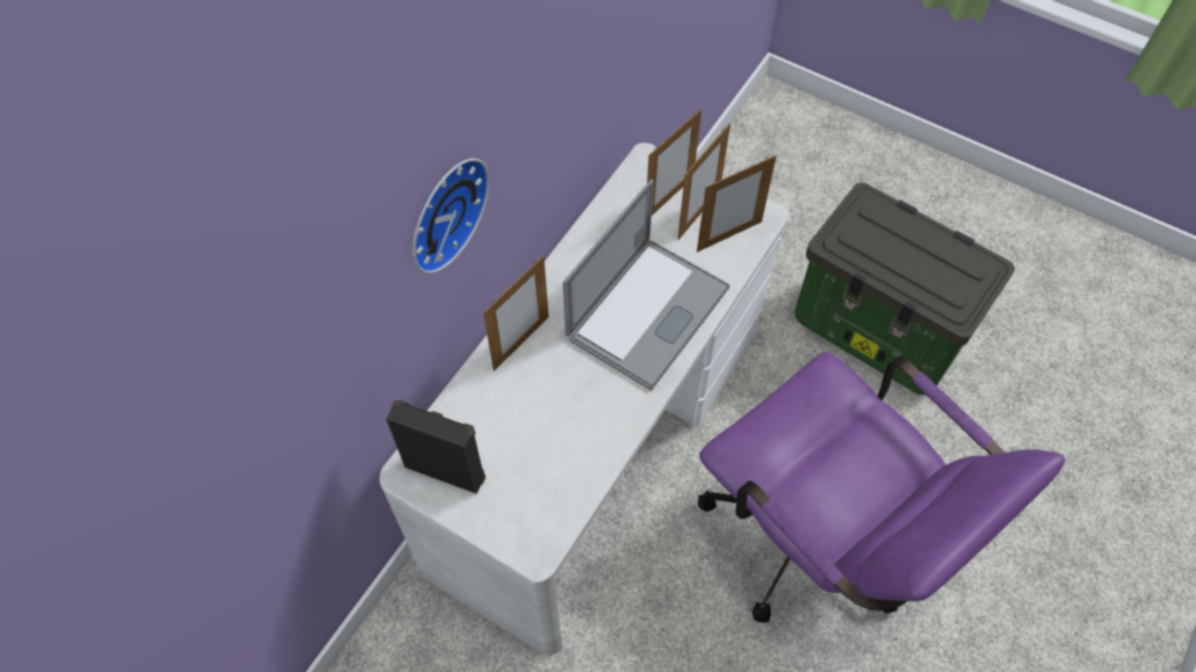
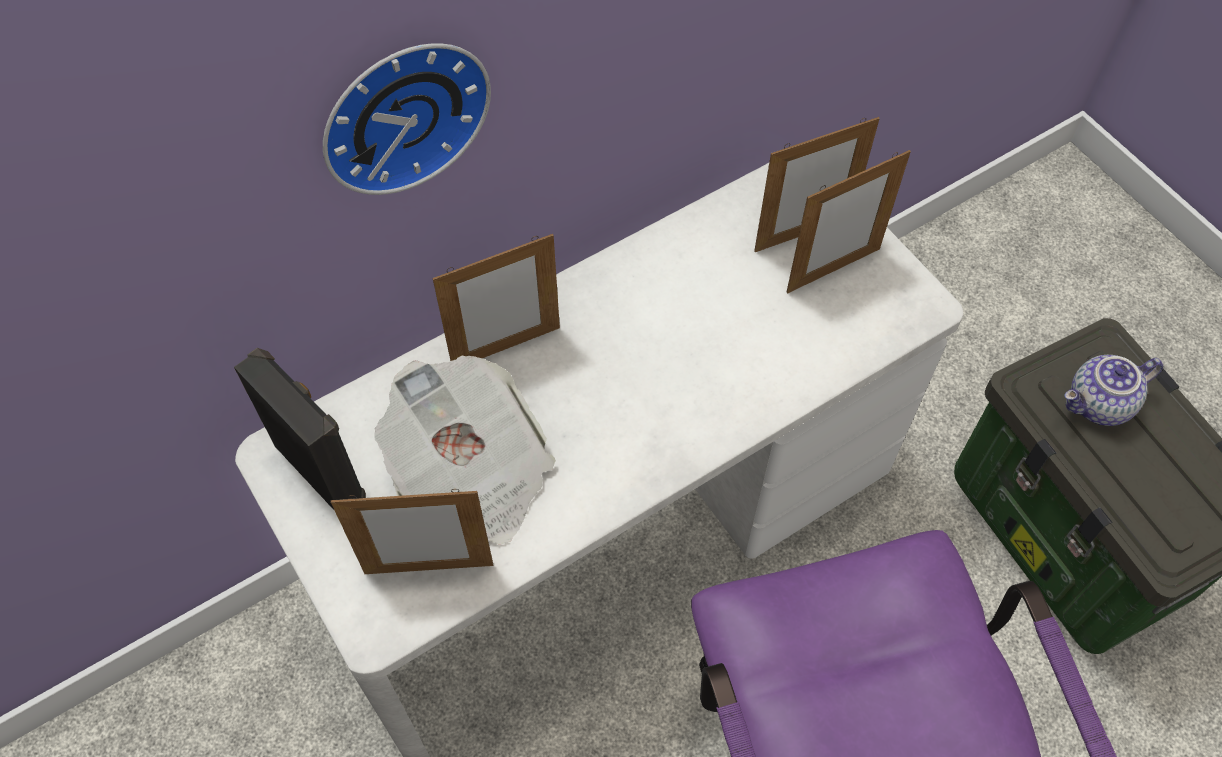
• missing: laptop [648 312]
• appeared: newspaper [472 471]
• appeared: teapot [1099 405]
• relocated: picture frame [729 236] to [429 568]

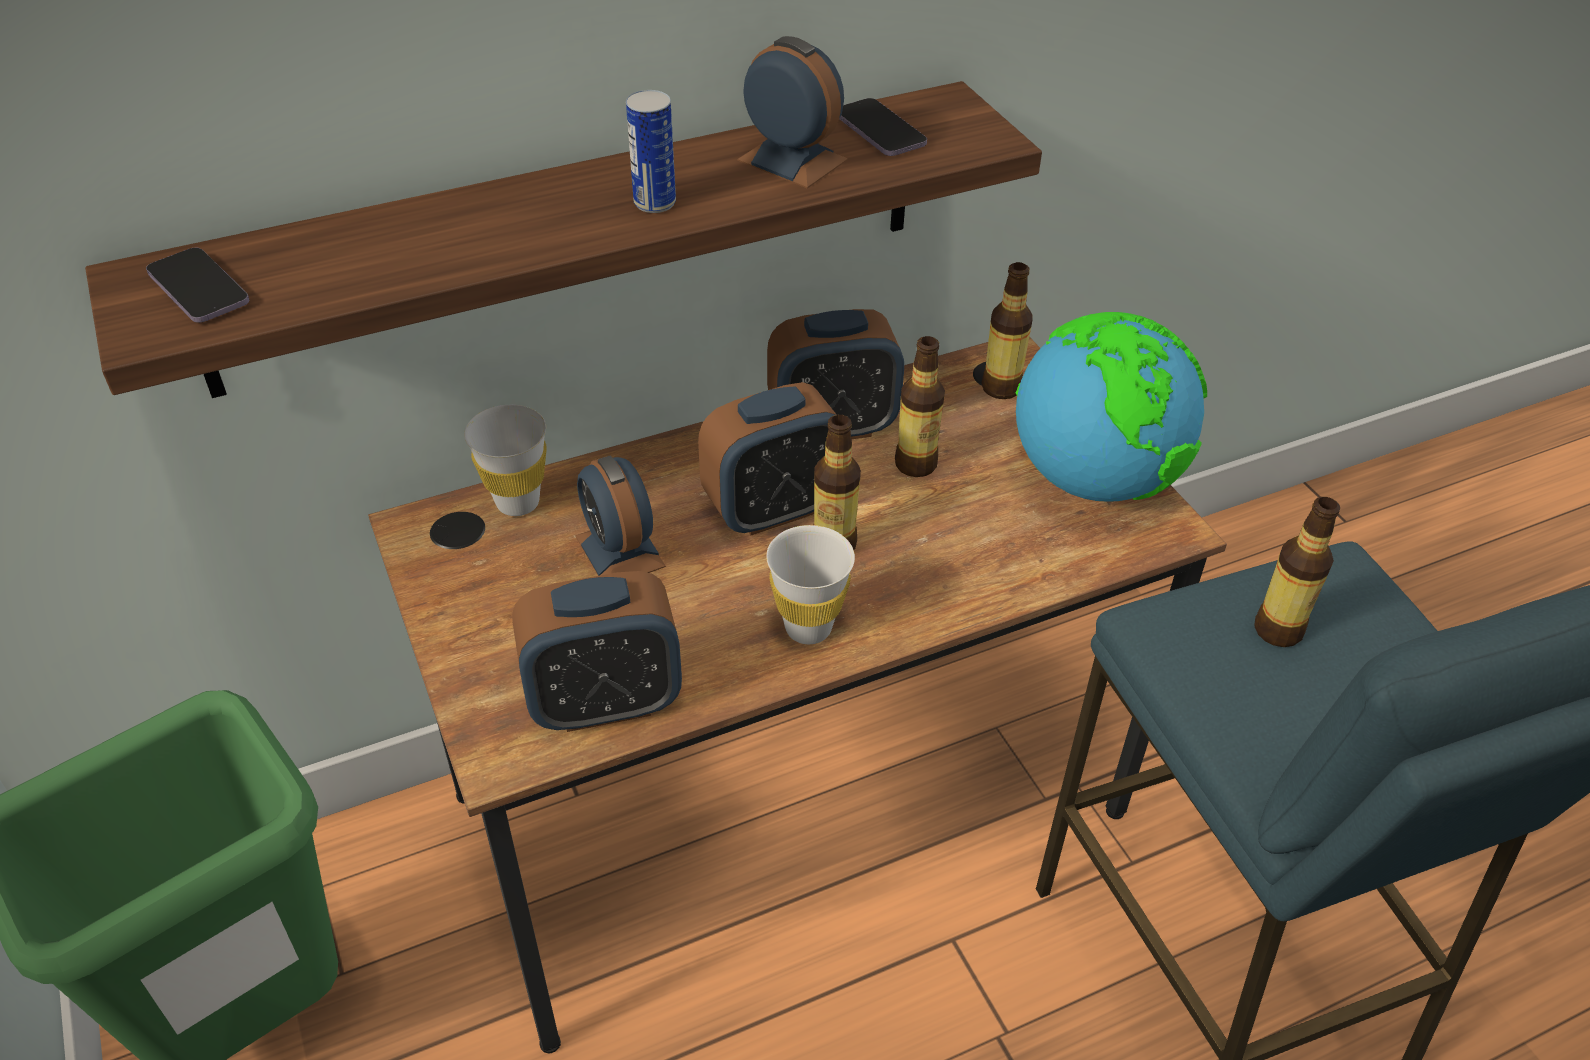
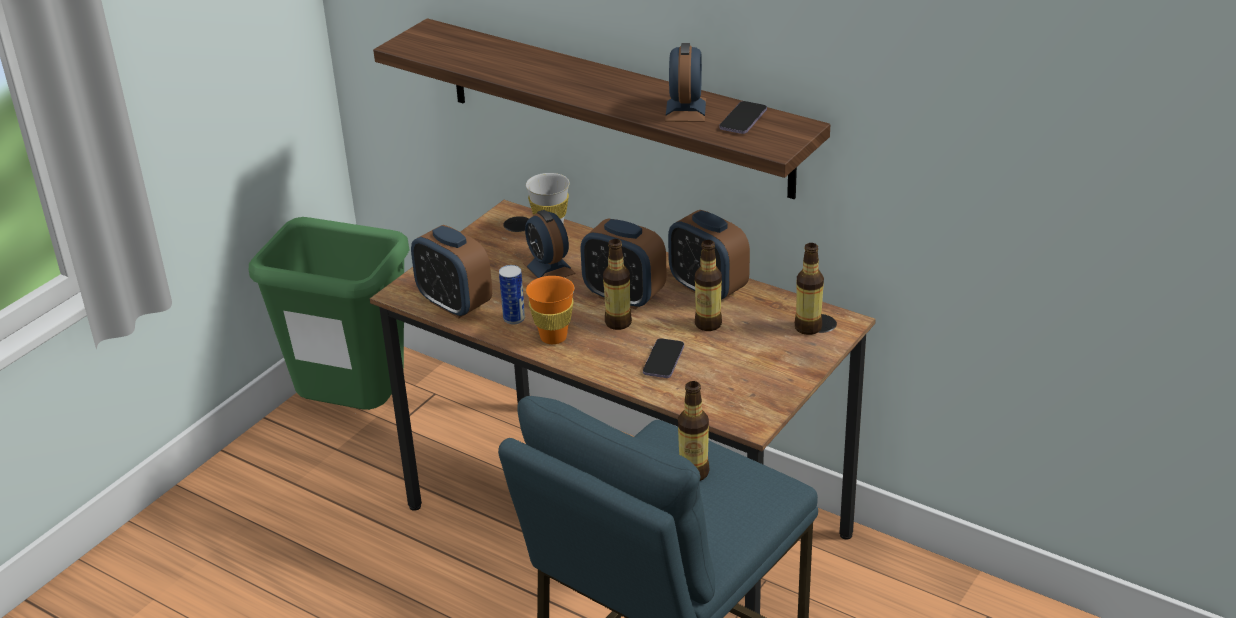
• missing: globe [1093 479]
• relocated: phone [199 289] to [663 360]
• relocated: can [655 203] to [514 318]
• colour: white cup [808 628] to orange cup [553 337]
• spun: alarm clock [620 551] = [549 268] 60 degrees counterclockwise

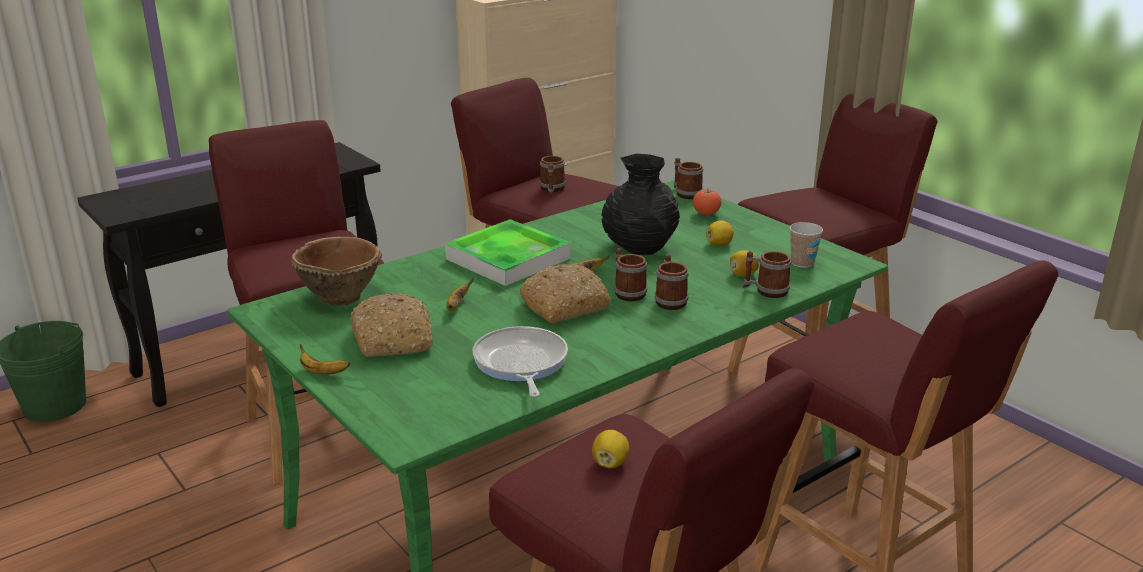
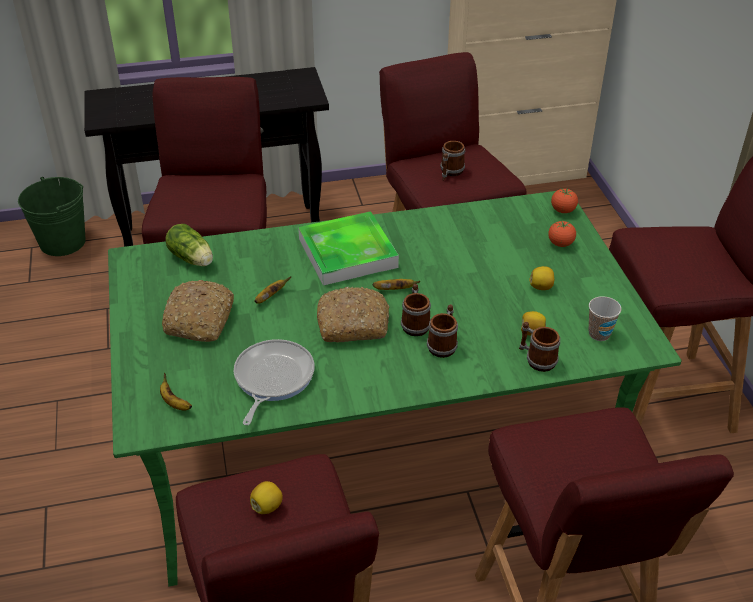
• missing: black vase [639 246]
• relocated: banana [322 372] to [174 403]
• exchanged: brown bowl [340 296] to lettuce [193 259]
• exchanged: mug [685 193] to tomato [563 210]

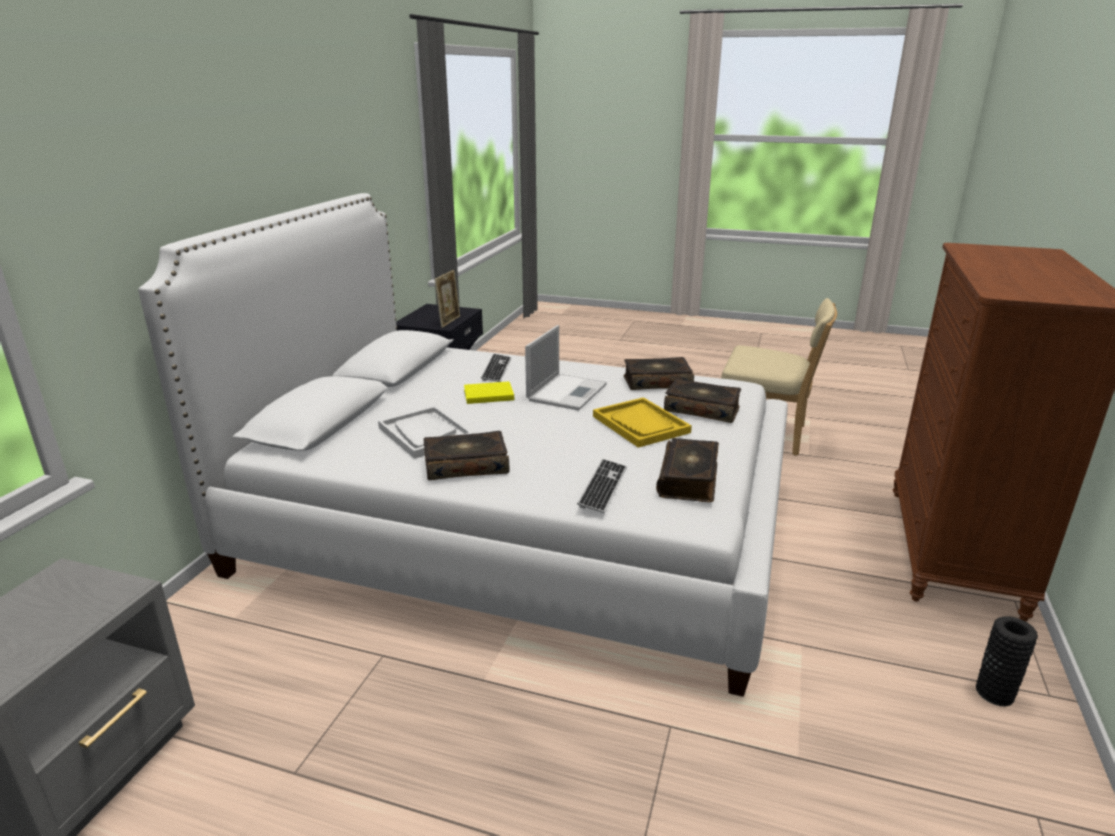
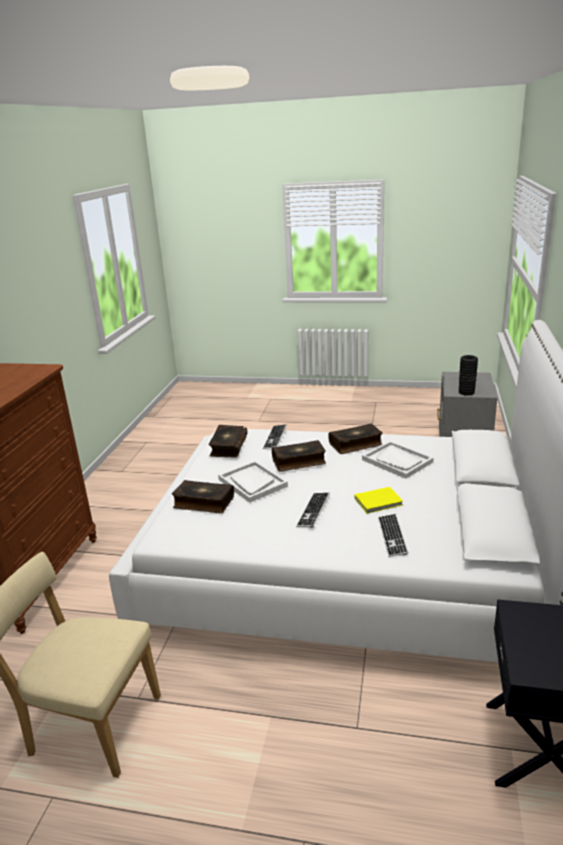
• missing: picture frame [449 321]
• relocated: book [657 382] to [299 461]
• relocated: black vase [994 692] to [466 392]
• exchanged: laptop [567 392] to keyboard [313 511]
• colour: yellow tray [641 424] to white tray [252 483]

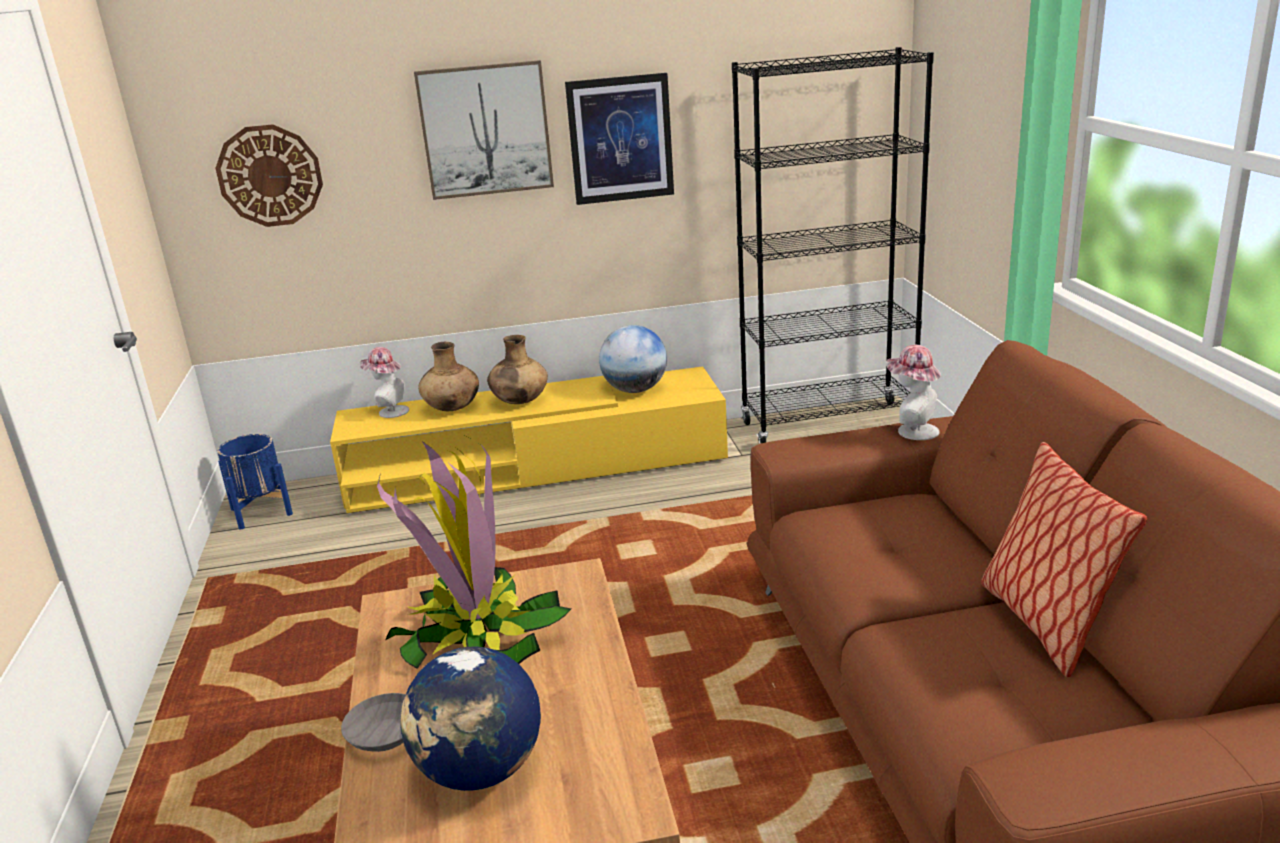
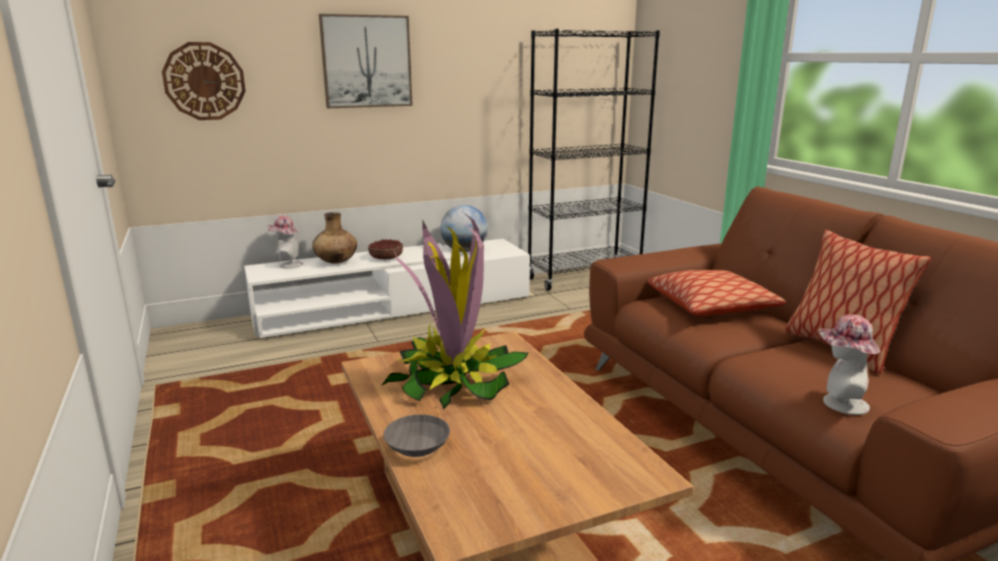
• missing: blue planter [262 511]
• missing: globe [480 771]
• missing: picture [620 139]
• appeared: pillow [711 306]
• relocated: hat [912 430] to [839 403]
• exchanged: brown vase [520 402] to bowl [385 257]
• colour: yellow tv stand [536 468] to white tv stand [394 306]

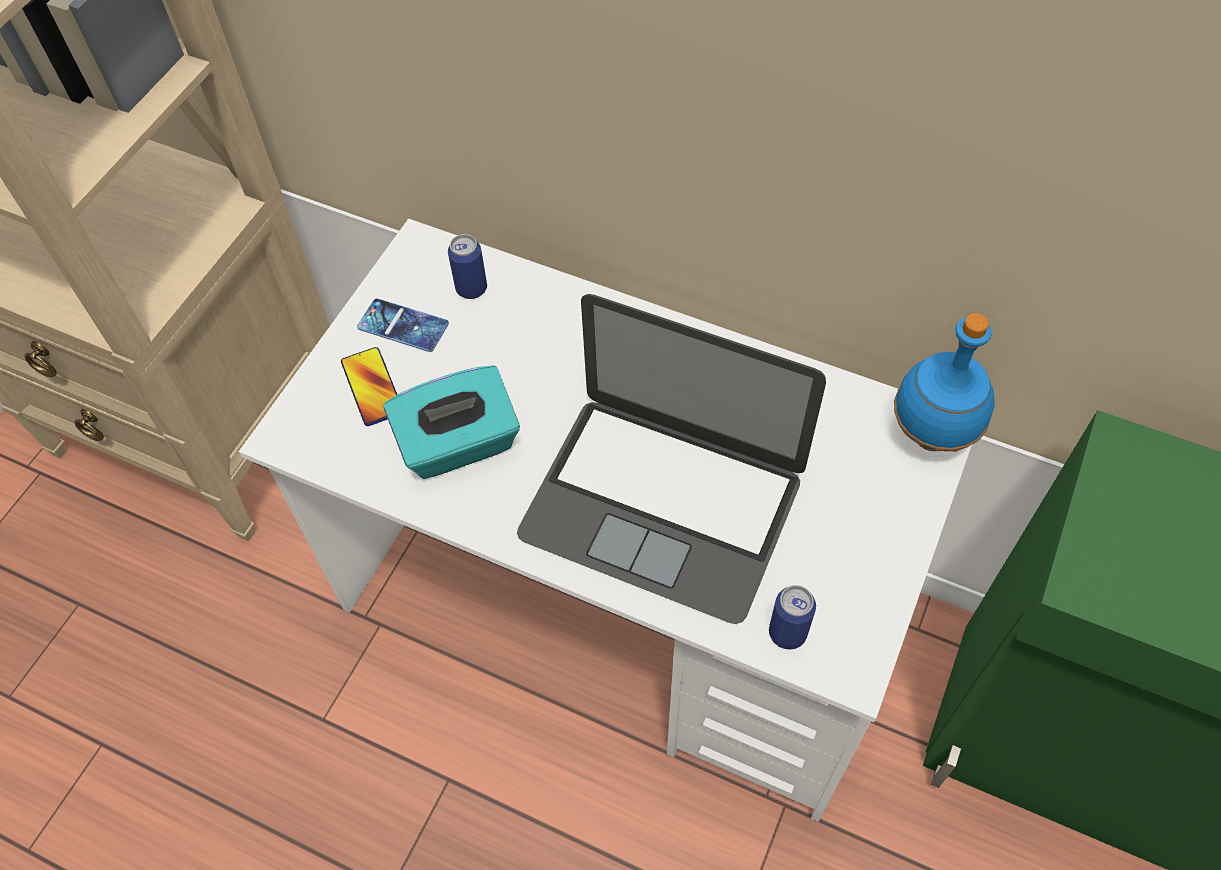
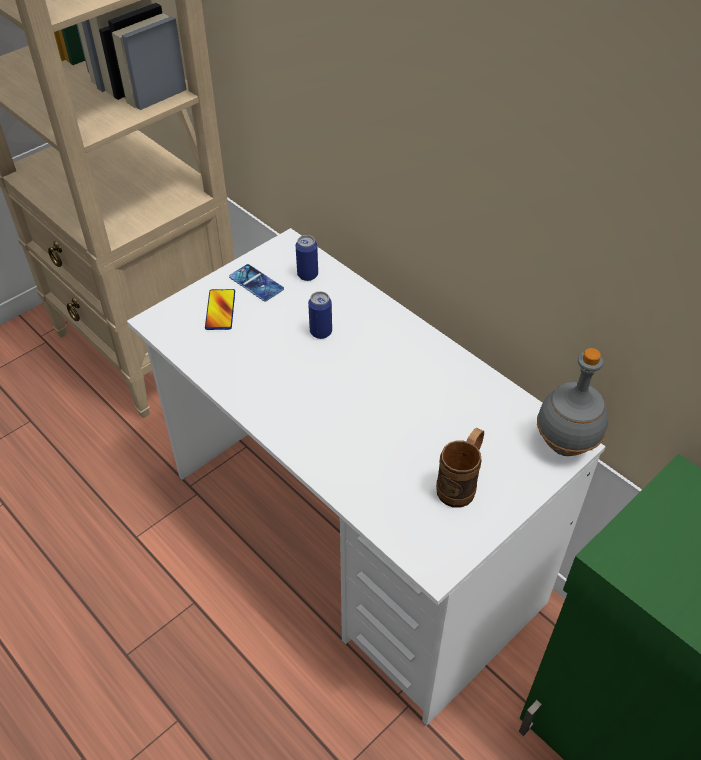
• missing: turquoise tissue box [459 444]
• missing: laptop [662 505]
• appeared: brown mug [461 484]
• relocated: can [787 633] to [321 332]
• colour: blue bottle [932 432] to grey bottle [565 444]

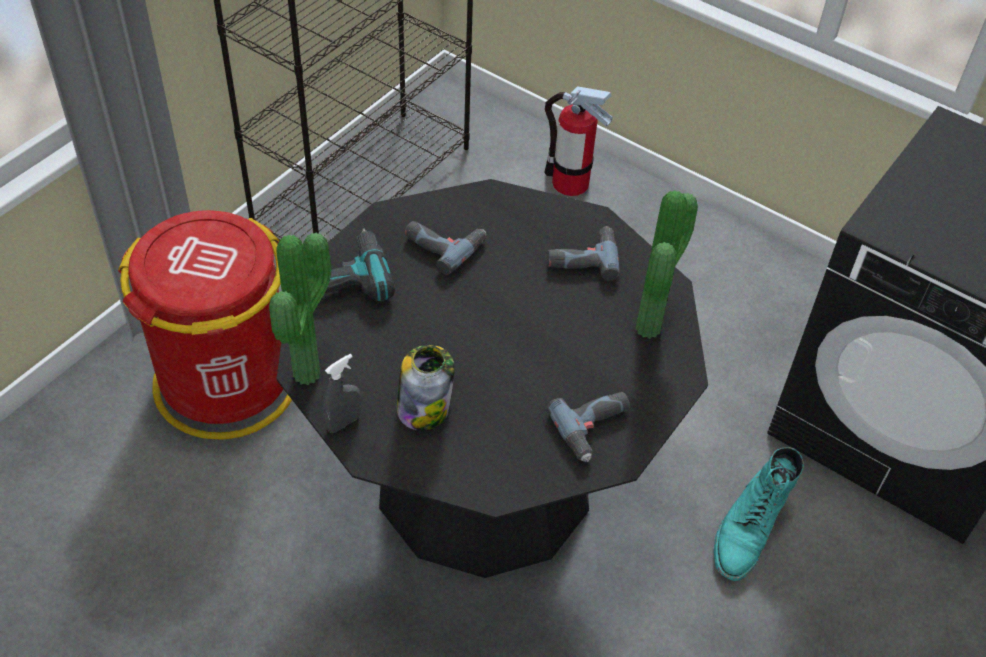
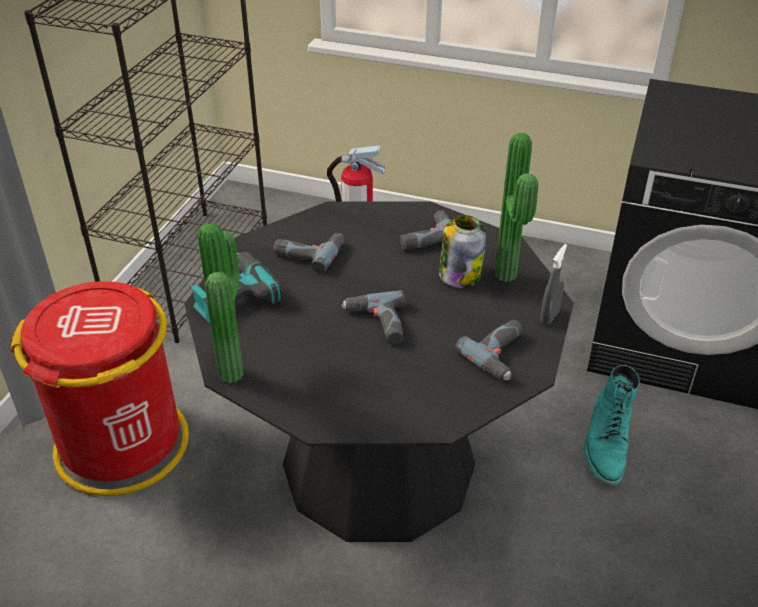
• appeared: power drill [376 324]
• relocated: grey spray bottle [343 422] to [549 317]
• relocated: jar [424 408] to [459 275]

